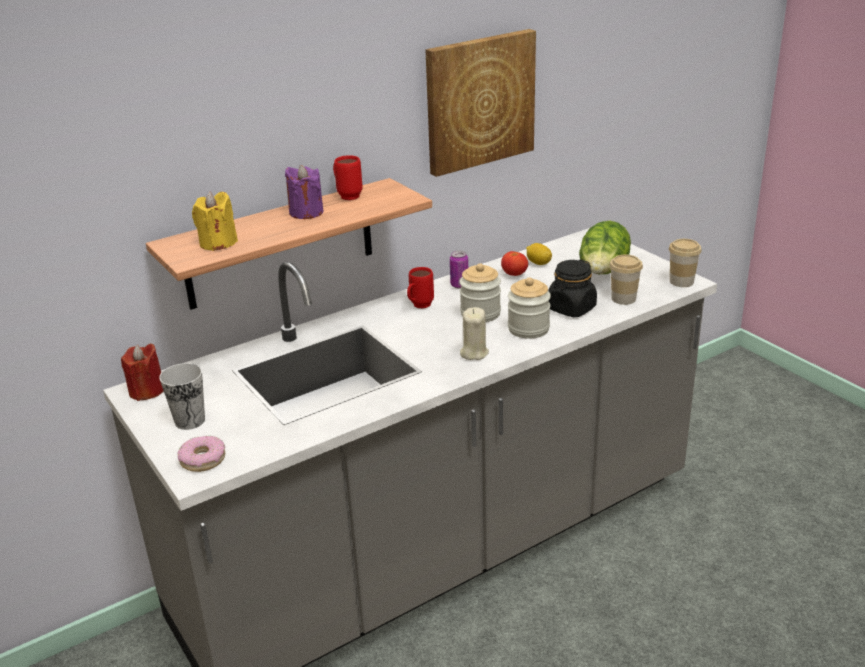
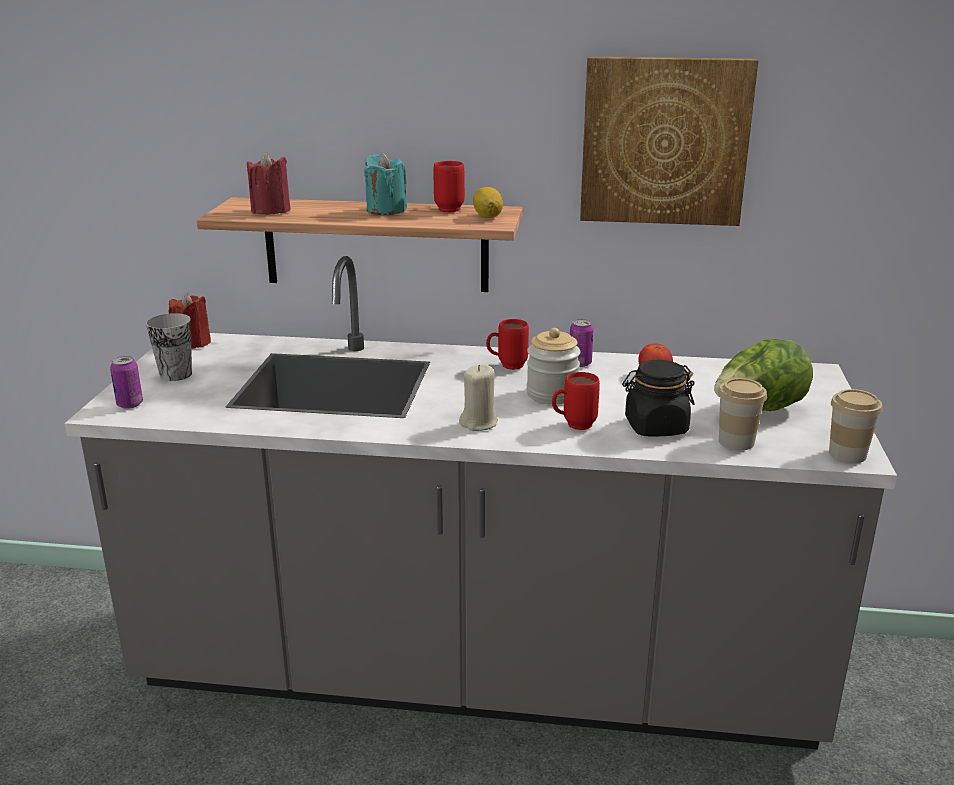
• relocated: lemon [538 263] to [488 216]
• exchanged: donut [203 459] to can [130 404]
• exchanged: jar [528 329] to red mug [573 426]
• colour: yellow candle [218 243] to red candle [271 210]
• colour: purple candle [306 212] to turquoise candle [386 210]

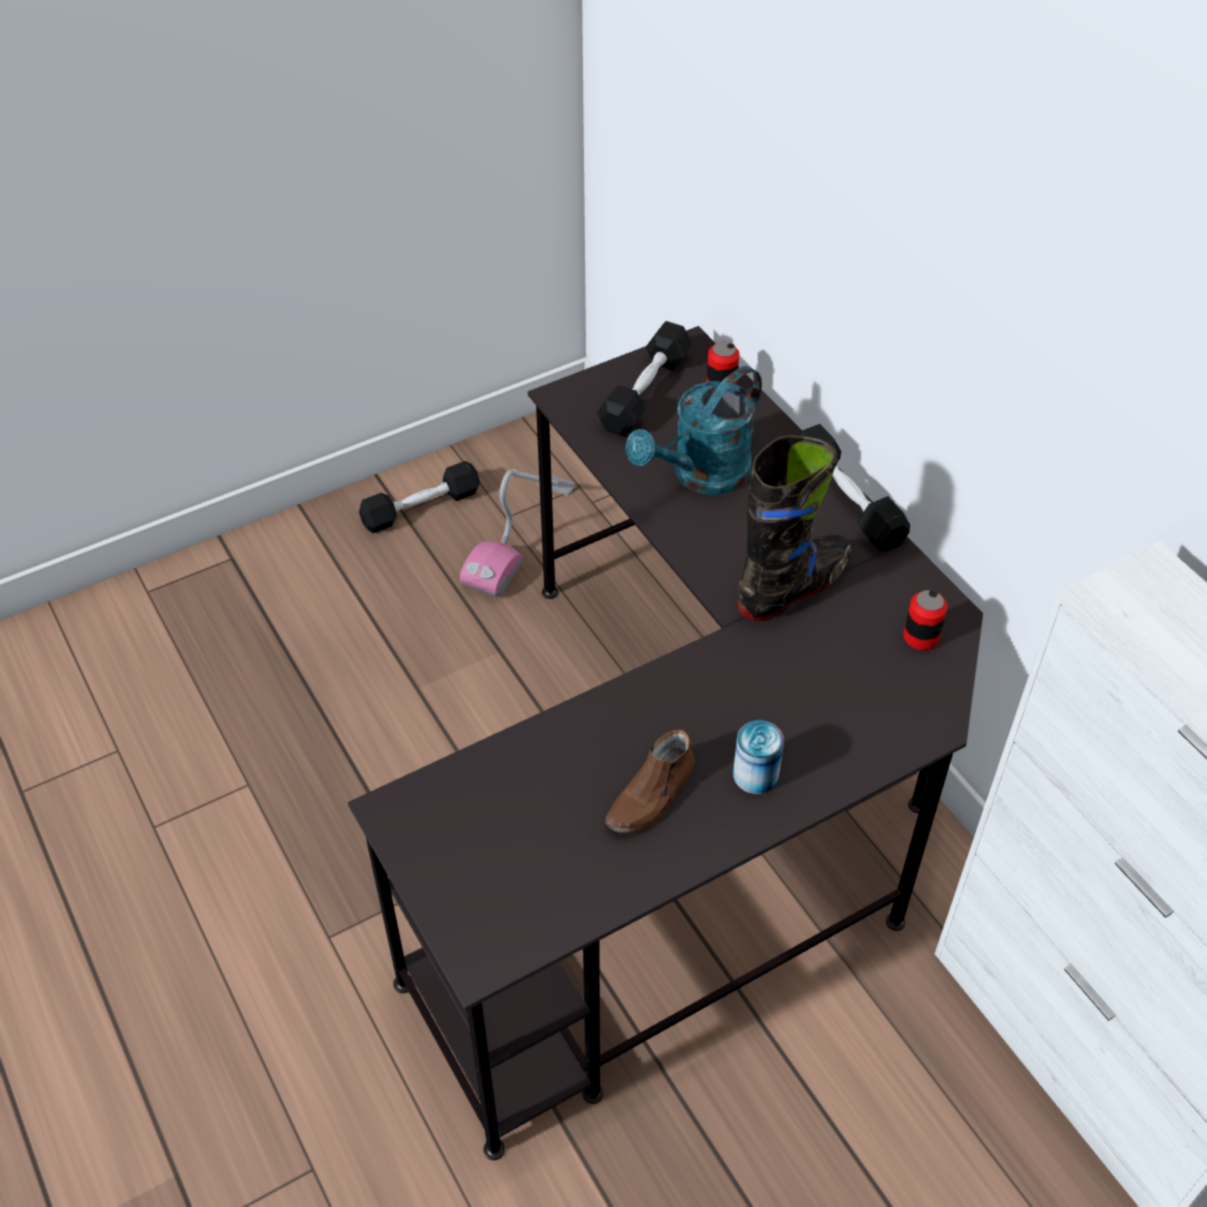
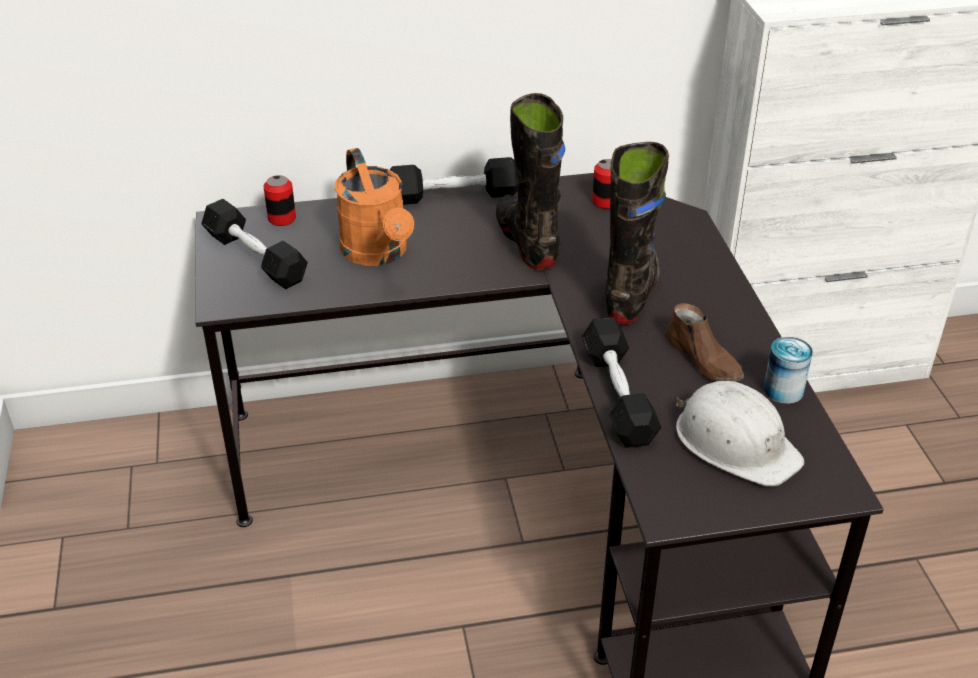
• missing: vacuum cleaner [520 536]
• appeared: black boot [631 293]
• appeared: white hard hat [735 442]
• relocated: black dumbbell [421 508] to [618 395]
• relocated: can [755 775] to [783 390]
• colour: turquoise watering can [701 476] to orange watering can [378 254]

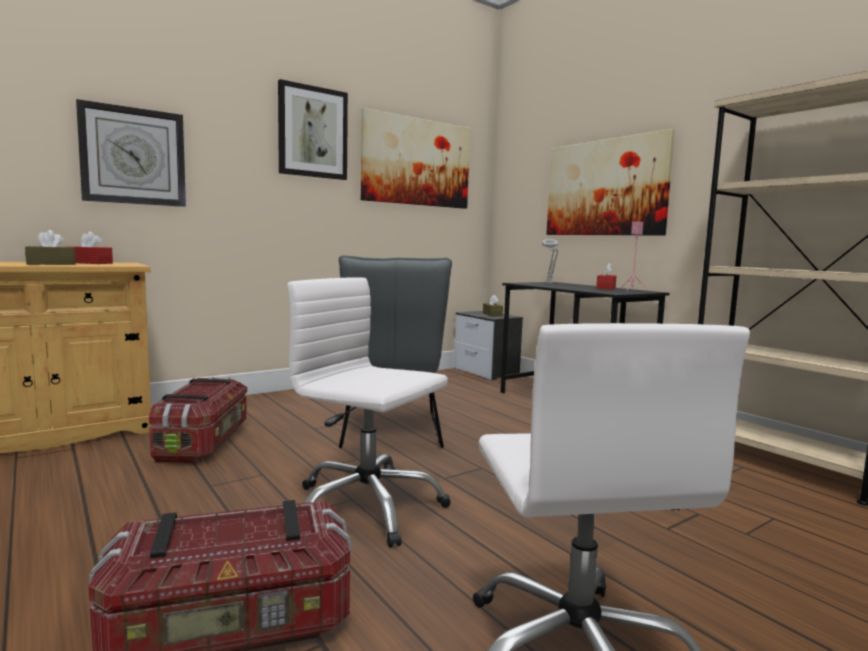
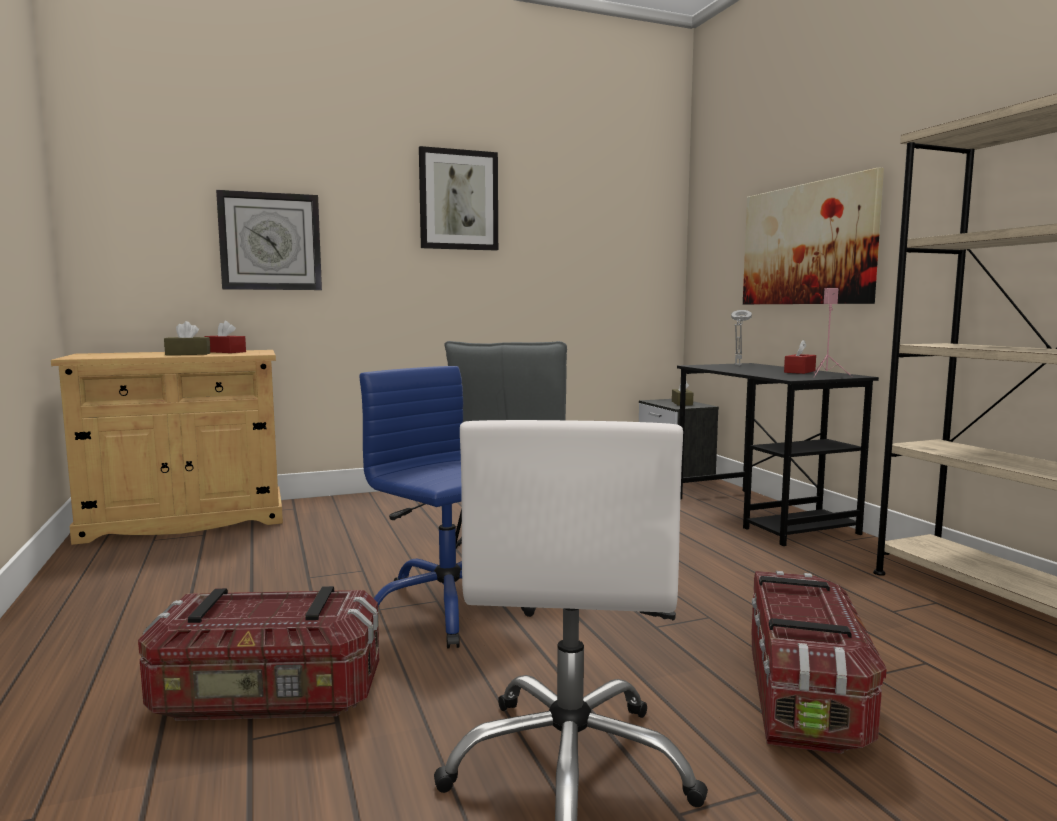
• missing: picture [416 162]
• relocated: storage box [204 442] to [803 696]
• colour: white office chair [366 507] to blue office chair [447 609]

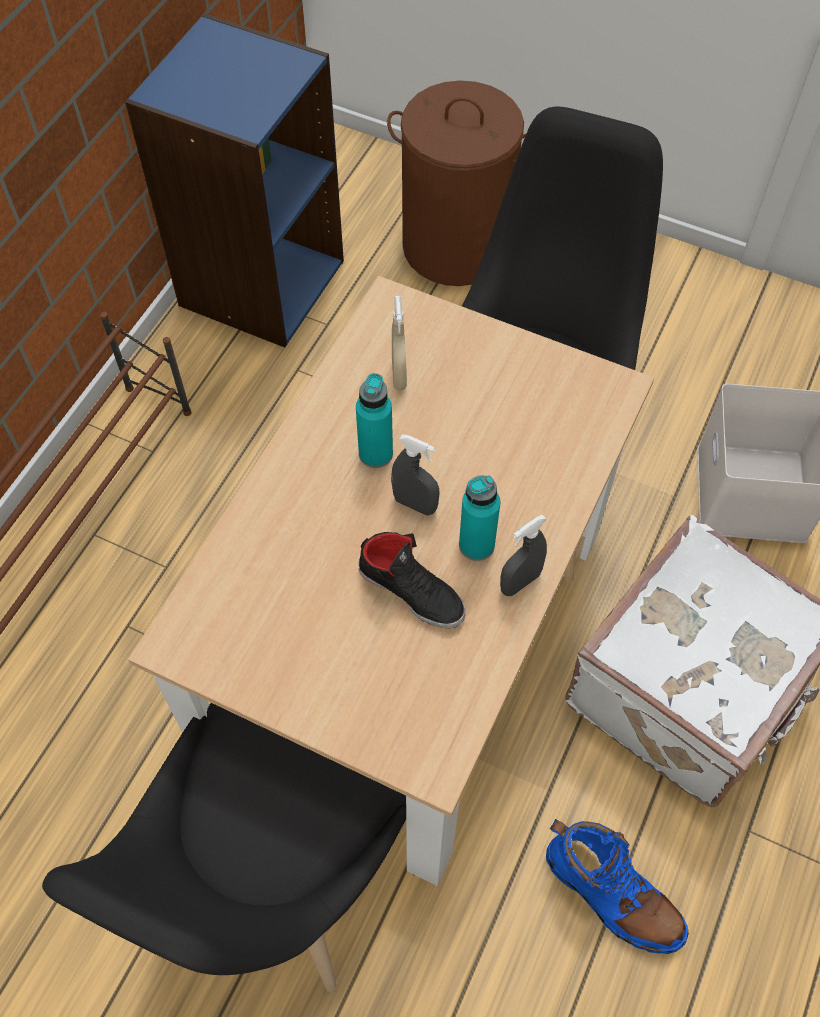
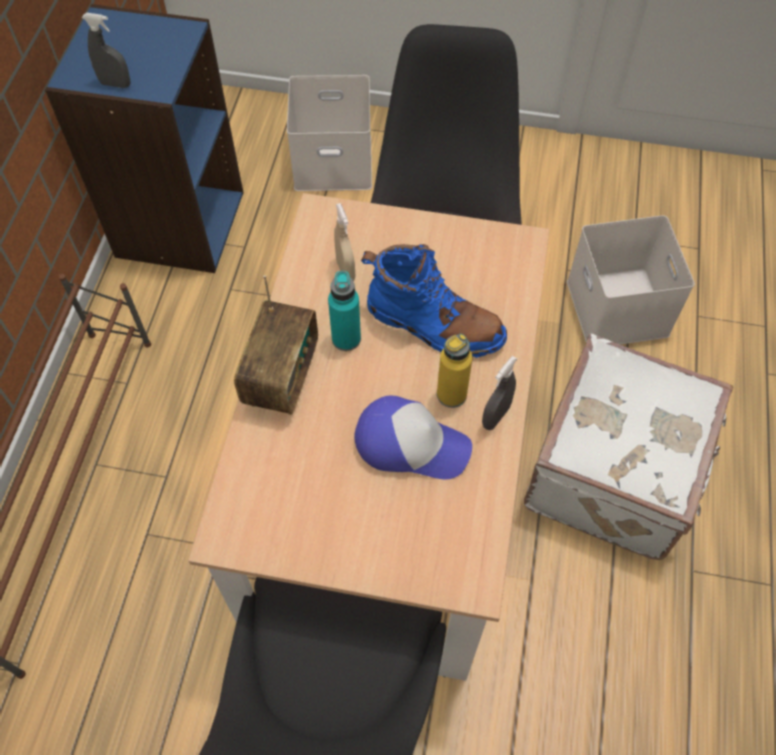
• appeared: radio [281 377]
• relocated: grey spray bottle [415 504] to [115 84]
• relocated: blue boot [612 895] to [434 325]
• exchanged: black shoe [412 590] to cap [411 444]
• exchanged: brown laundry basket [455 247] to white storage box [331 163]
• colour: turquoise bottle [476 545] to yellow bottle [451 394]

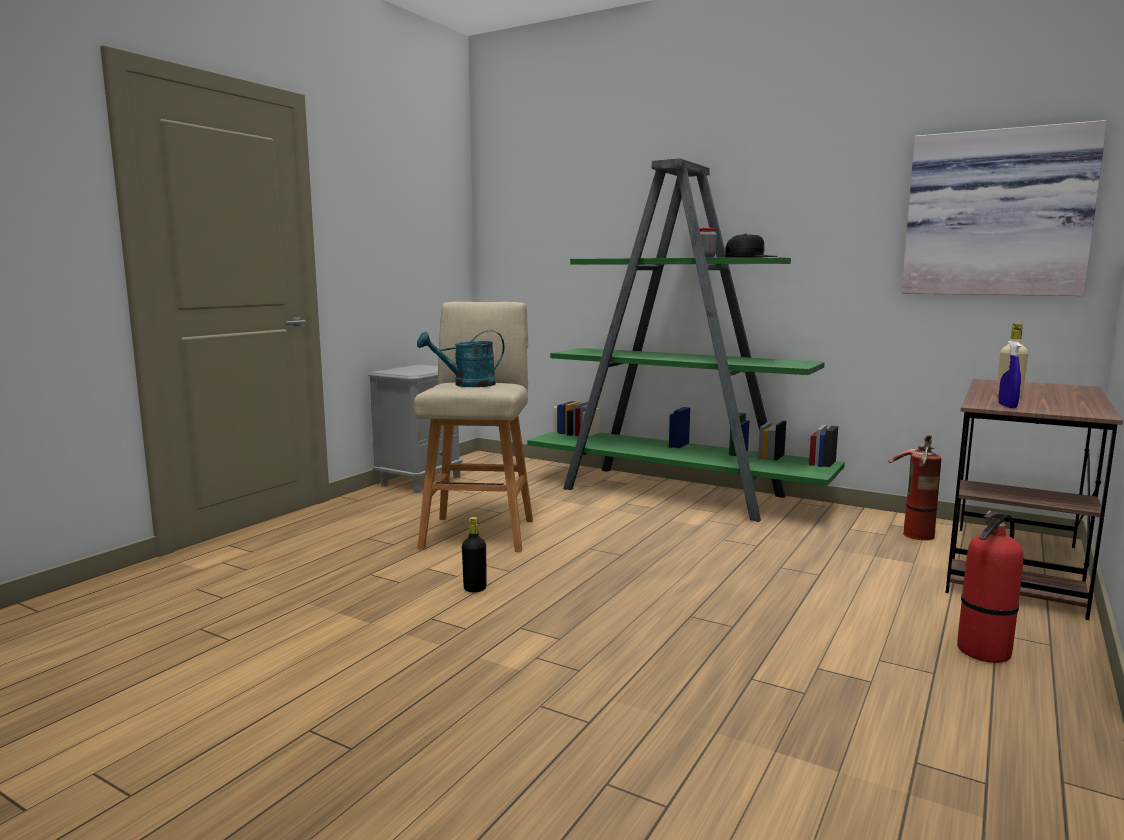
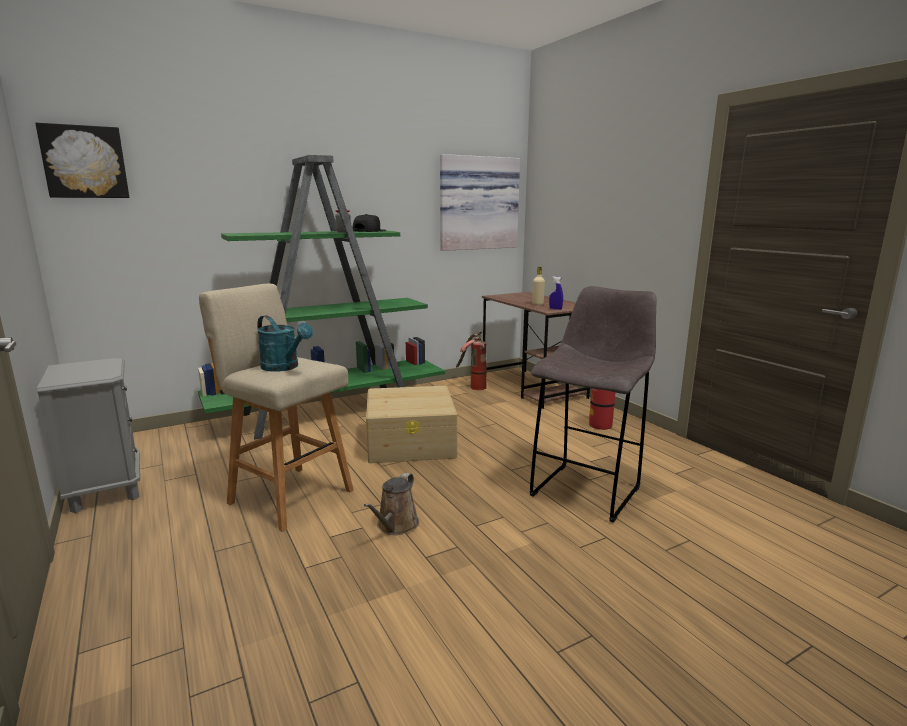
• appeared: picture [85 162]
• appeared: beige storage box [411 442]
• appeared: grey stool [587 490]
• exchanged: black bottle [475 589] to brown watering can [395 526]
• spun: turquoise watering can [467 385] = [284 367] 60 degrees counterclockwise

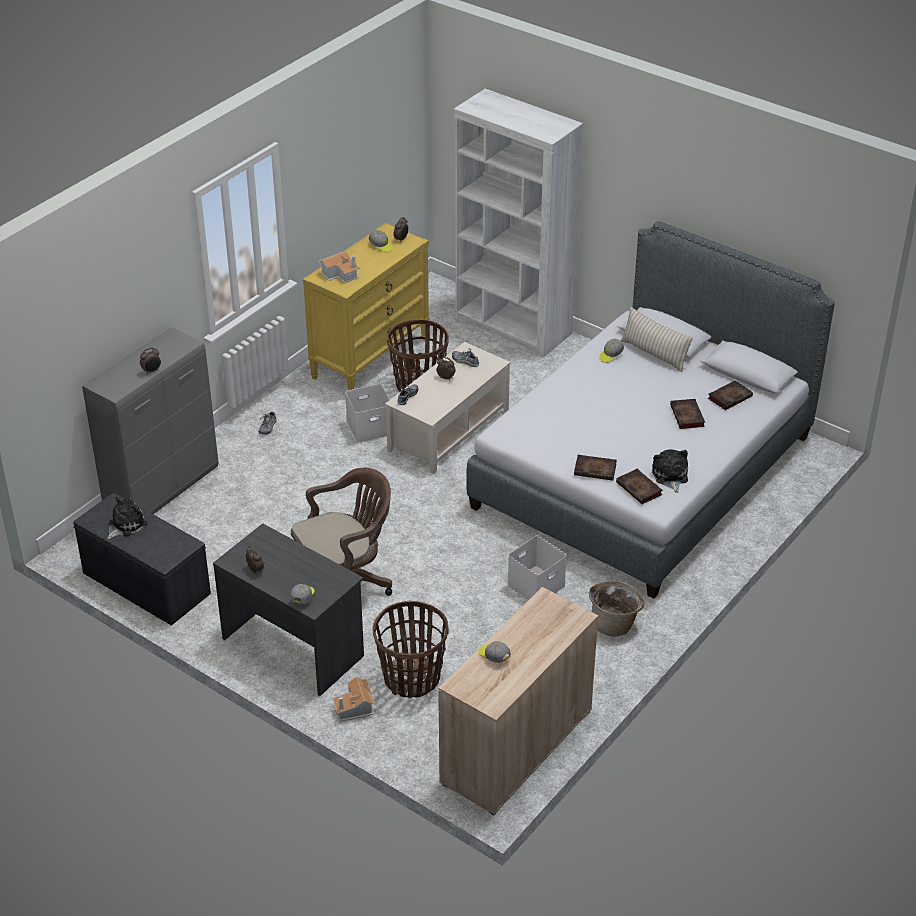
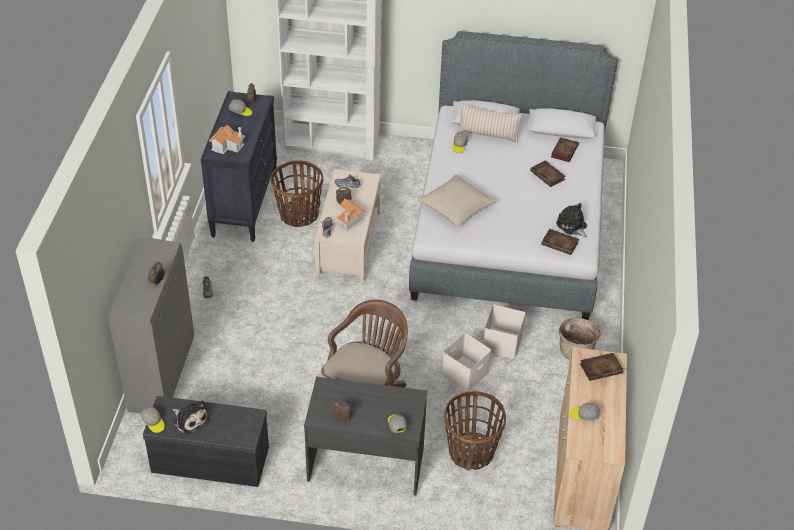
• appeared: cap [153 423]
• appeared: beige pillow [456 207]
• relocated: toy house [354 708] to [350 220]
• relocated: white storage box [370 427] to [465 372]
• relocated: book [596 470] to [601 368]
• colour: yellow dresser [370 357] to black dresser [244 204]
• spun: plush toy [125 525] = [189 420] 120 degrees clockwise

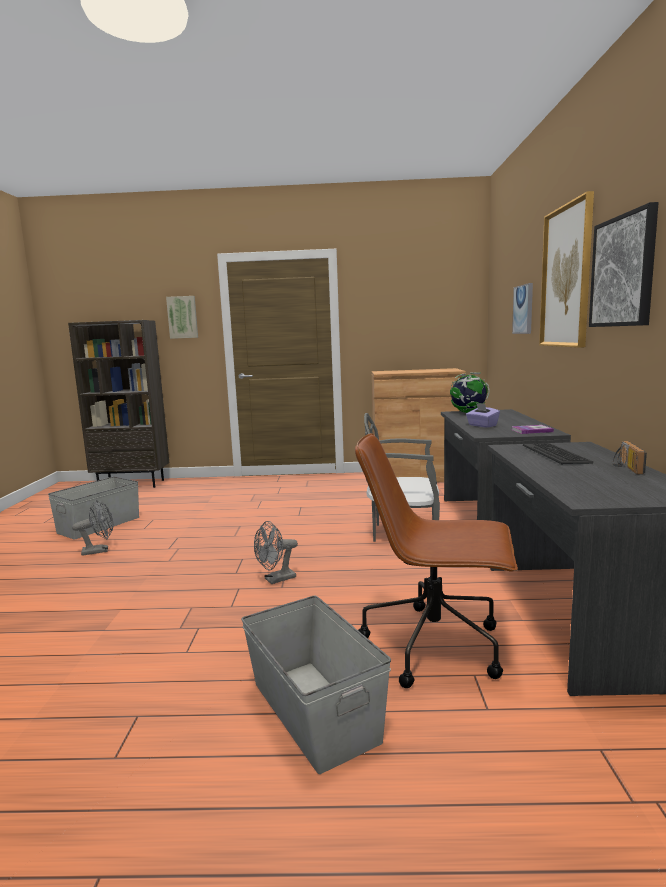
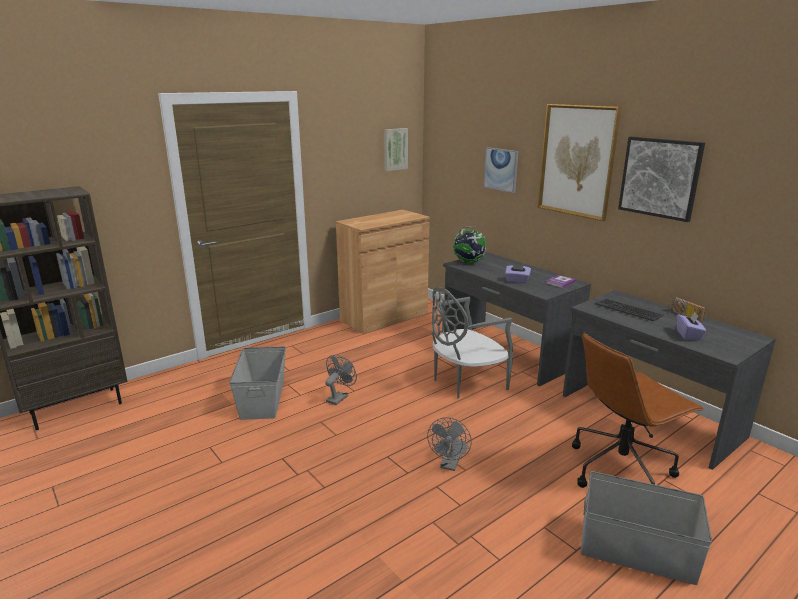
• appeared: purple tissue box [688 335]
• relocated: grey storage box [98 525] to [262 399]
• relocated: grey fan [100 550] to [339 397]
• relocated: picture [182 317] to [395 149]

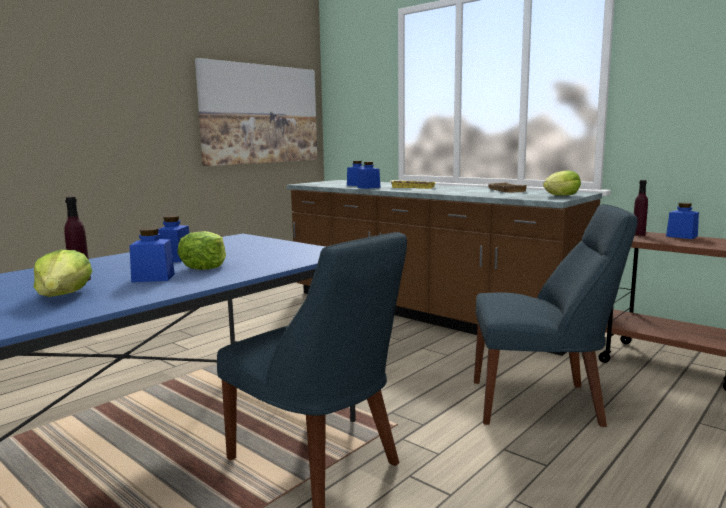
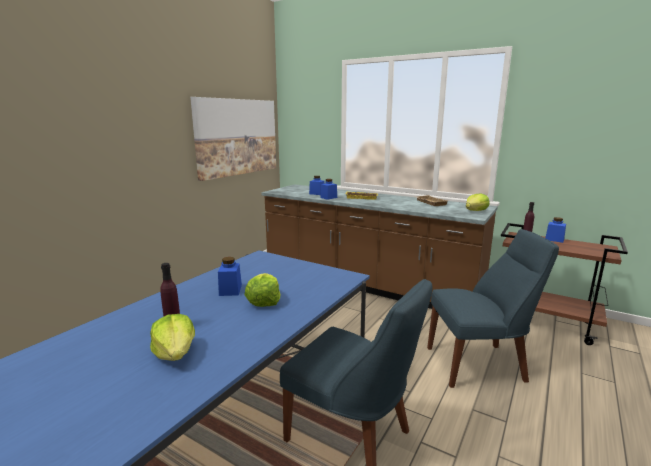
• missing: blue jar [153 278]

